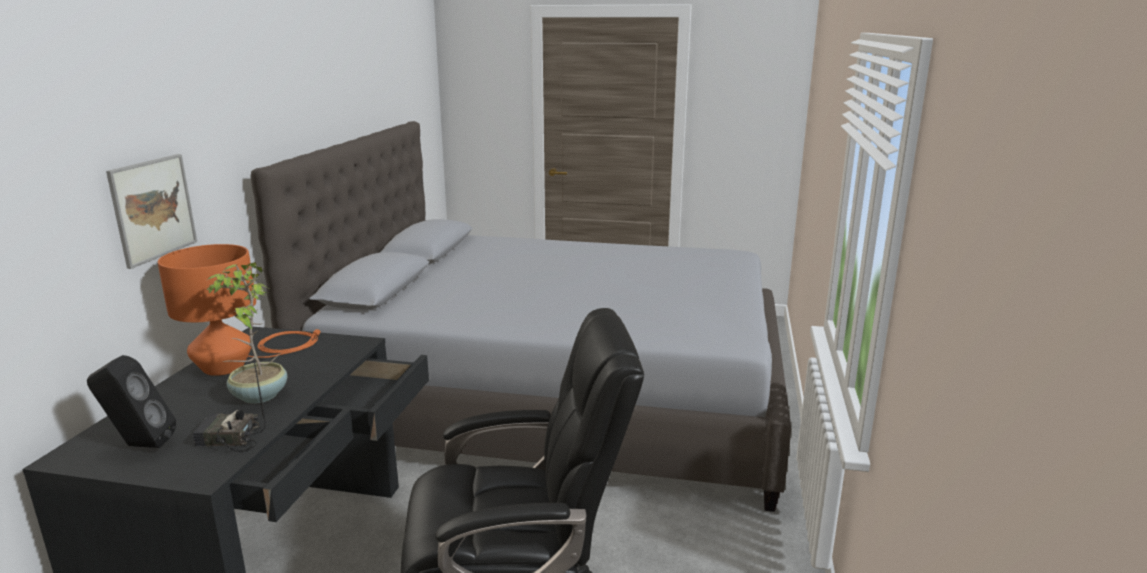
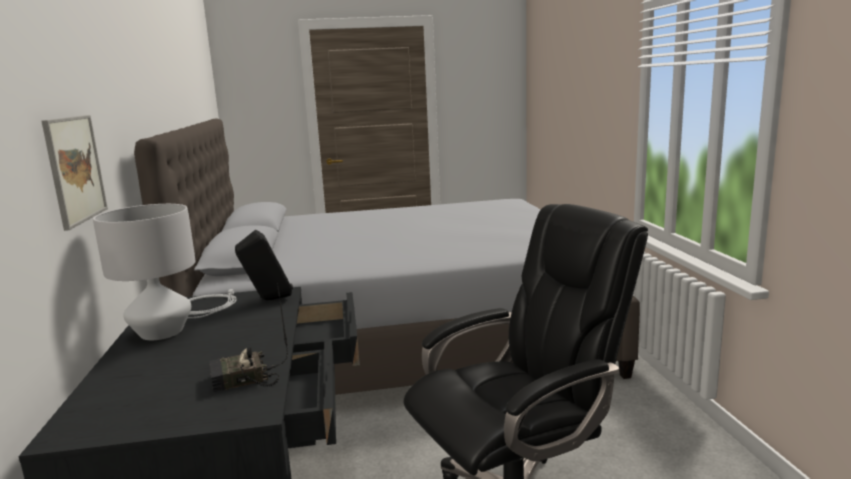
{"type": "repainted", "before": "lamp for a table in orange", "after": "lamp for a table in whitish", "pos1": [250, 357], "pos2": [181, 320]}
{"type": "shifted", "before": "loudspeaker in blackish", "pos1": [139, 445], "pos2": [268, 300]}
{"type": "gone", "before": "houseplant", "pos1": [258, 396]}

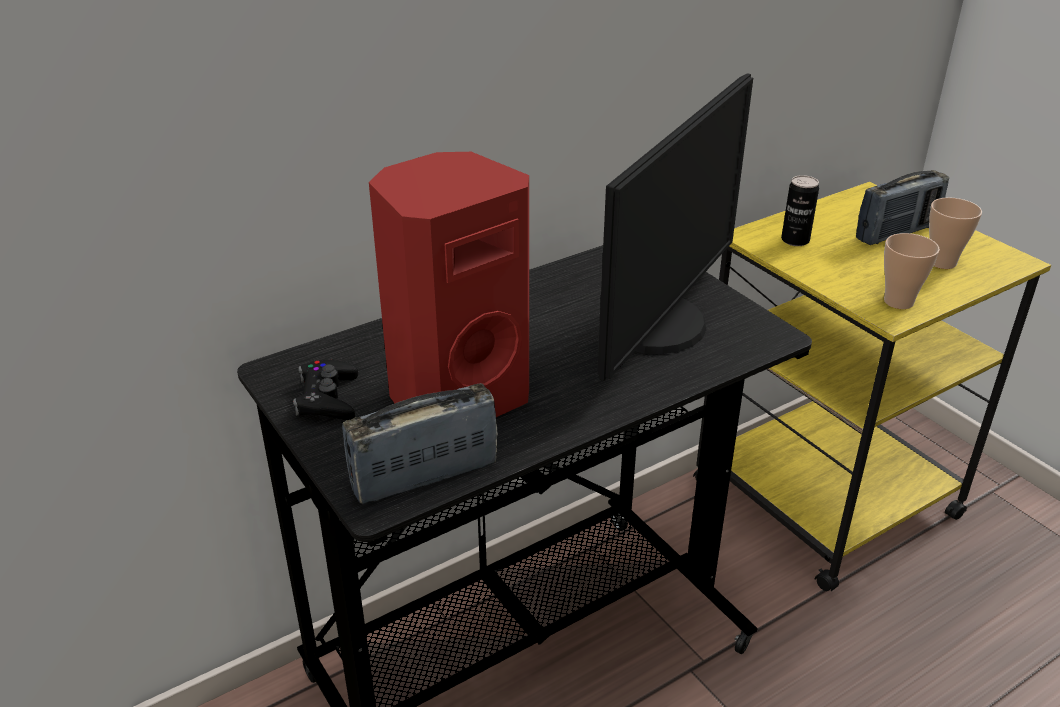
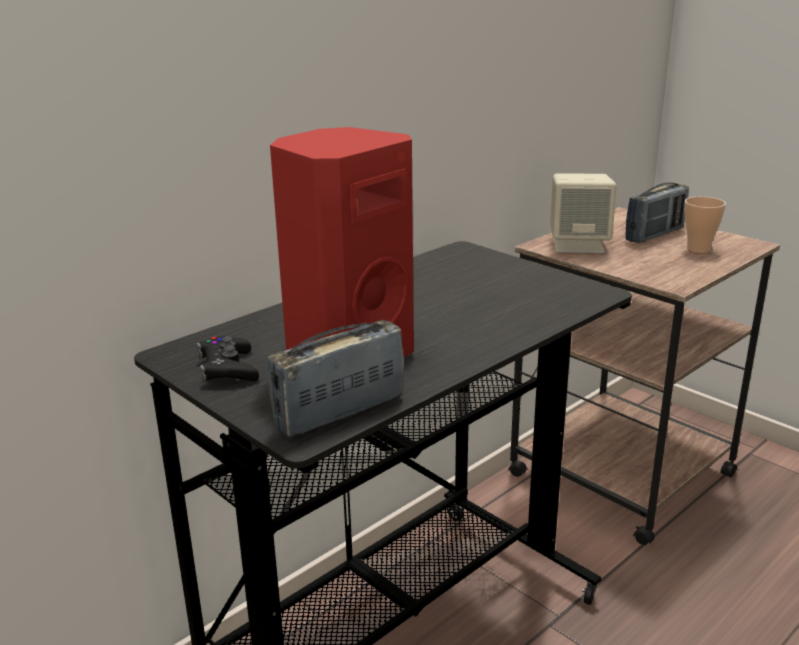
{"type": "repainted", "before": "trolley in yellow-coloured", "after": "trolley in brownish", "pos1": [827, 495], "pos2": [622, 472]}
{"type": "swapped", "before": "sealed can", "after": "loudspeaker in sand-coloured", "pos1": [795, 240], "pos2": [578, 245]}
{"type": "gone", "before": "computer display", "pos1": [657, 325]}
{"type": "gone", "before": "cup", "pos1": [898, 302]}

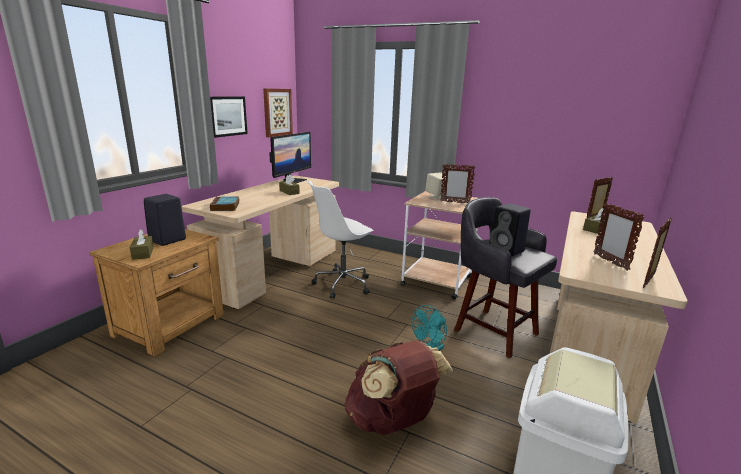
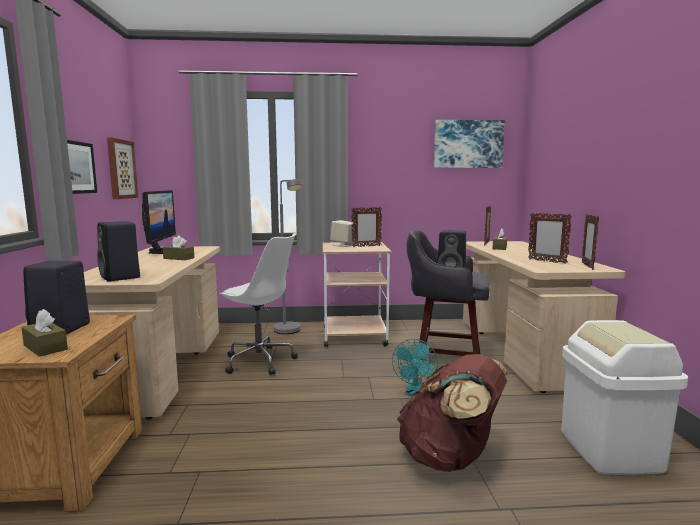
{"type": "swapped", "before": "book", "after": "loudspeaker in blackish", "pos1": [225, 206], "pos2": [121, 277]}
{"type": "rotated", "before": "desk chair in whitish", "pos1": [341, 285], "pos2": [261, 362], "turn": -90}
{"type": "new", "after": "standing lamp in gray", "pos2": [289, 332]}
{"type": "new", "after": "wall picture", "pos2": [468, 144]}

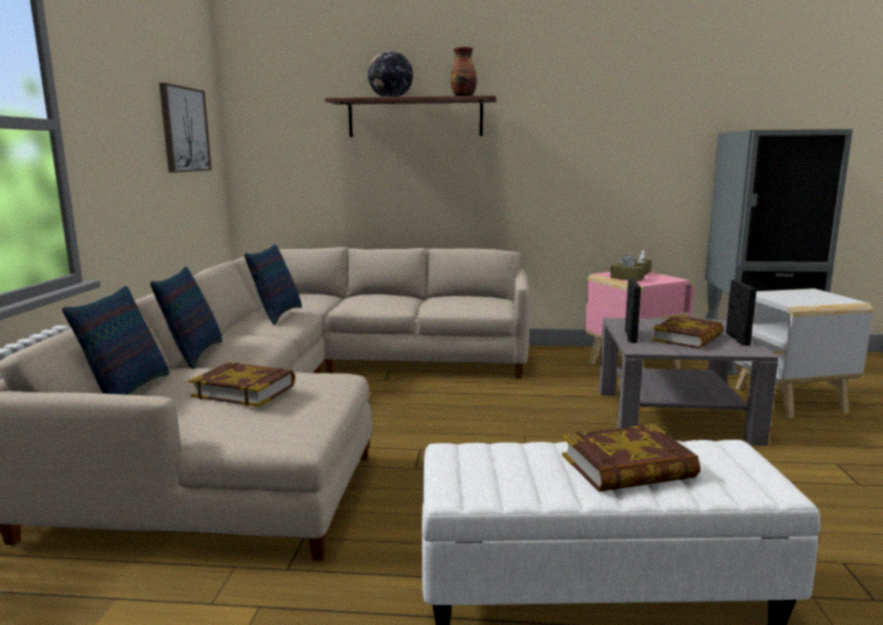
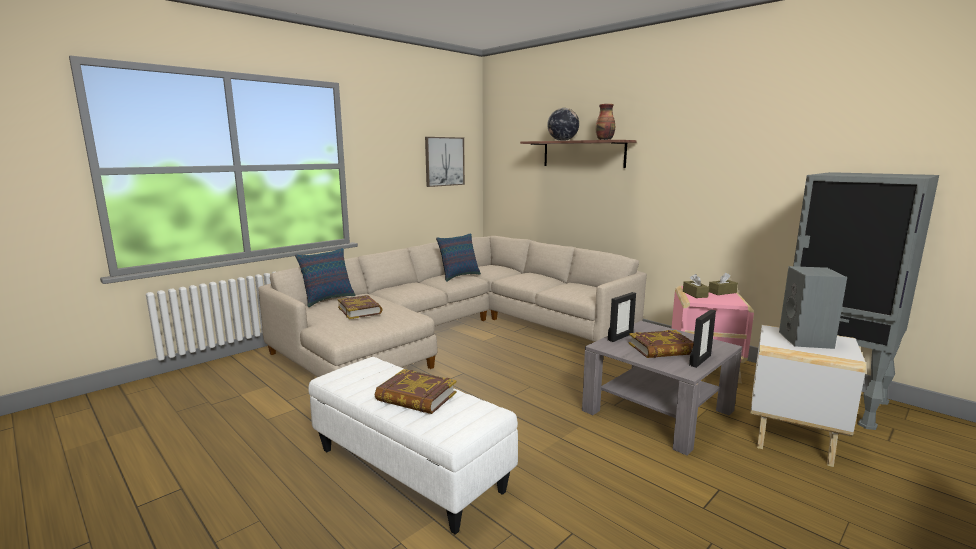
{"type": "new", "after": "loudspeaker in gray", "pos2": [807, 340]}
{"type": "gone", "before": "cushion in bluish", "pos1": [194, 355]}

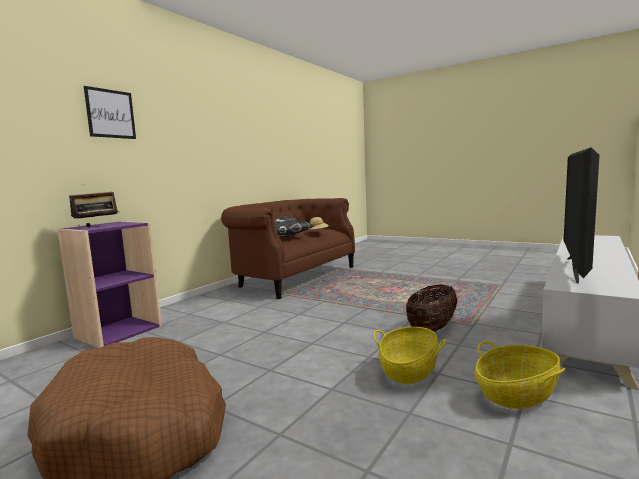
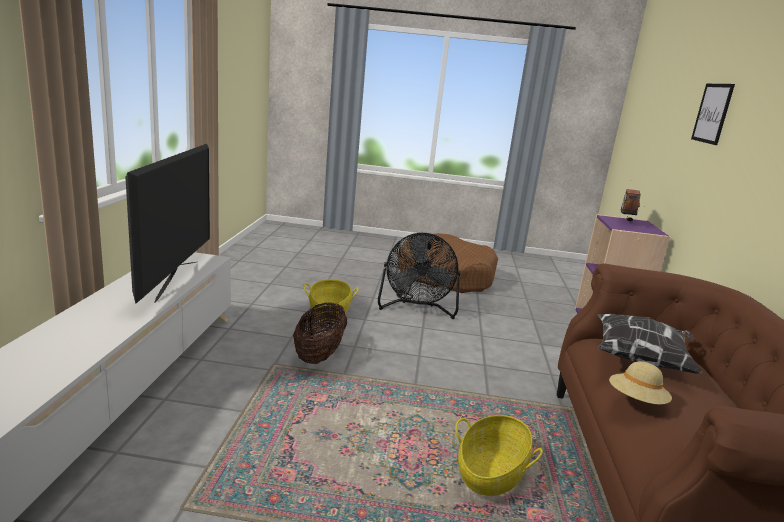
{"type": "new", "after": "fan in blackish", "pos2": [414, 307]}
{"type": "shifted", "before": "household basket", "pos1": [517, 394], "pos2": [491, 472]}

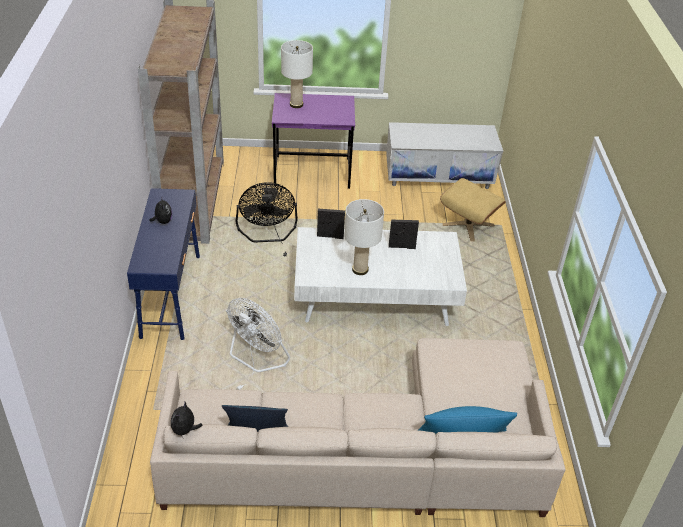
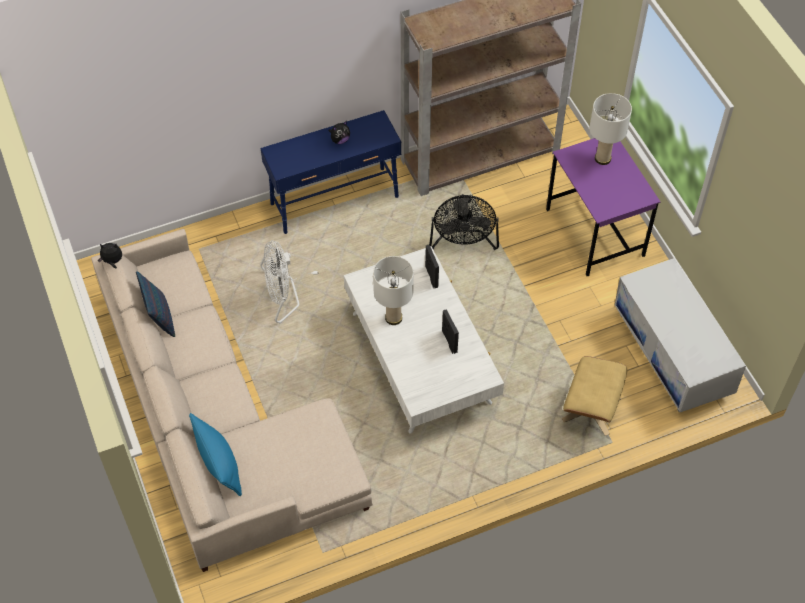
{"type": "rotated", "before": "fan in whitish", "pos1": [252, 360], "pos2": [285, 292], "turn": 150}
{"type": "rotated", "before": "fan in blackish", "pos1": [269, 236], "pos2": [461, 238], "turn": 120}

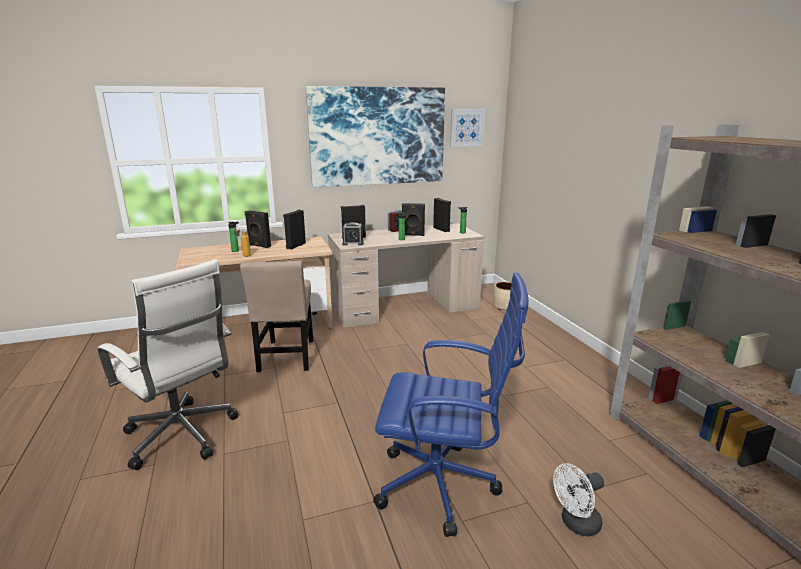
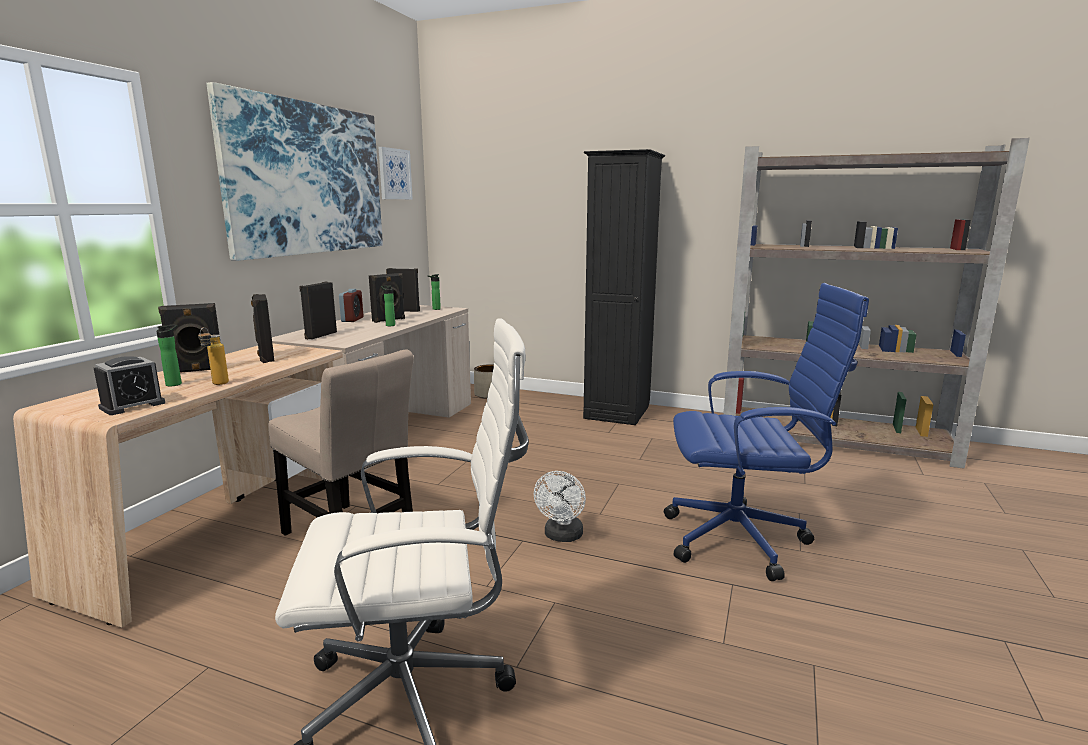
{"type": "shifted", "before": "bedside clock", "pos1": [353, 243], "pos2": [132, 405]}
{"type": "shifted", "before": "fan in whitish", "pos1": [576, 524], "pos2": [562, 536]}
{"type": "new", "after": "cabinet in blackish", "pos2": [617, 412]}
{"type": "rotated", "before": "desk chair in bluish", "pos1": [442, 485], "pos2": [742, 539], "turn": 45}

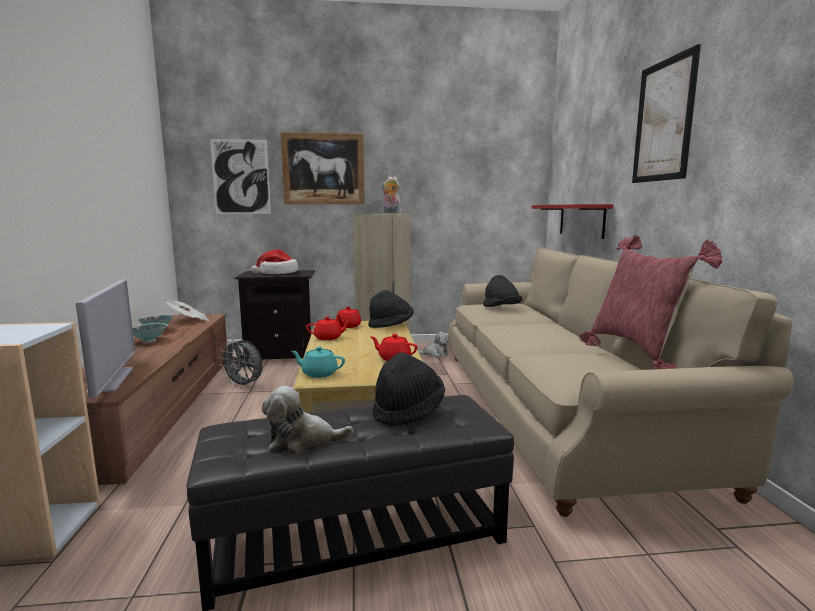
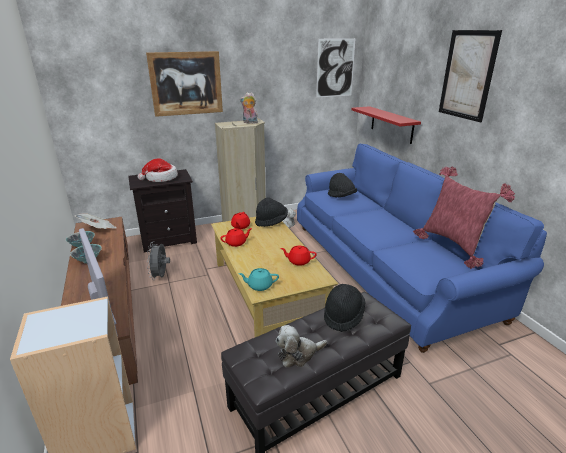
{"type": "rotated", "before": "fan in gray", "pos1": [244, 385], "pos2": [161, 276], "turn": 75}
{"type": "repainted", "before": "sofa in sand-coloured", "after": "sofa in bluish", "pos1": [555, 409], "pos2": [386, 268]}
{"type": "shifted", "before": "wall picture", "pos1": [241, 177], "pos2": [335, 68]}

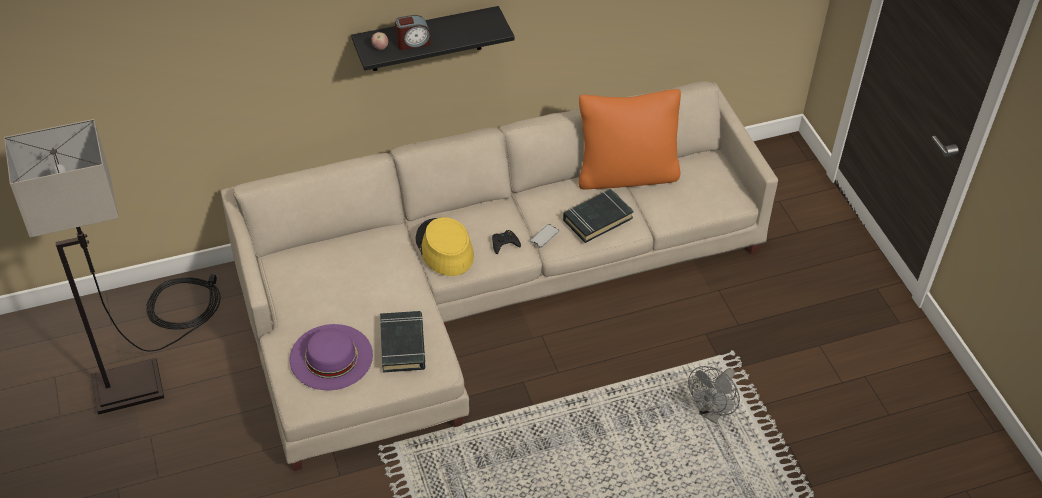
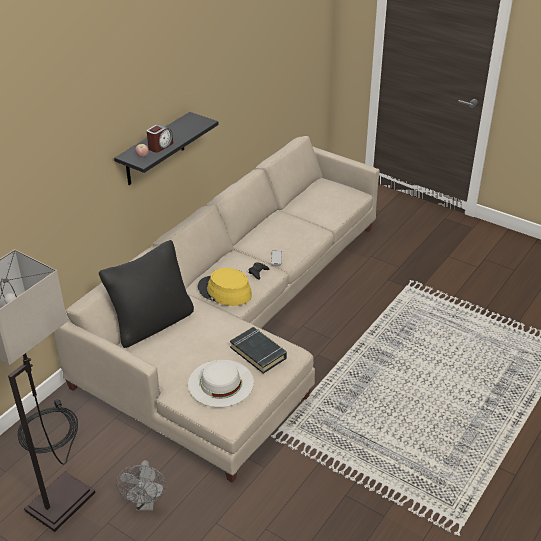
{"type": "new", "after": "cushion in blackish", "pos2": [152, 323]}
{"type": "shifted", "before": "fan in gray", "pos1": [712, 413], "pos2": [146, 503]}
{"type": "repainted", "before": "hat in purple-coloured", "after": "hat in whitish", "pos1": [331, 357], "pos2": [220, 383]}
{"type": "gone", "before": "book in blackish", "pos1": [597, 219]}
{"type": "gone", "before": "cushion in orange", "pos1": [626, 174]}

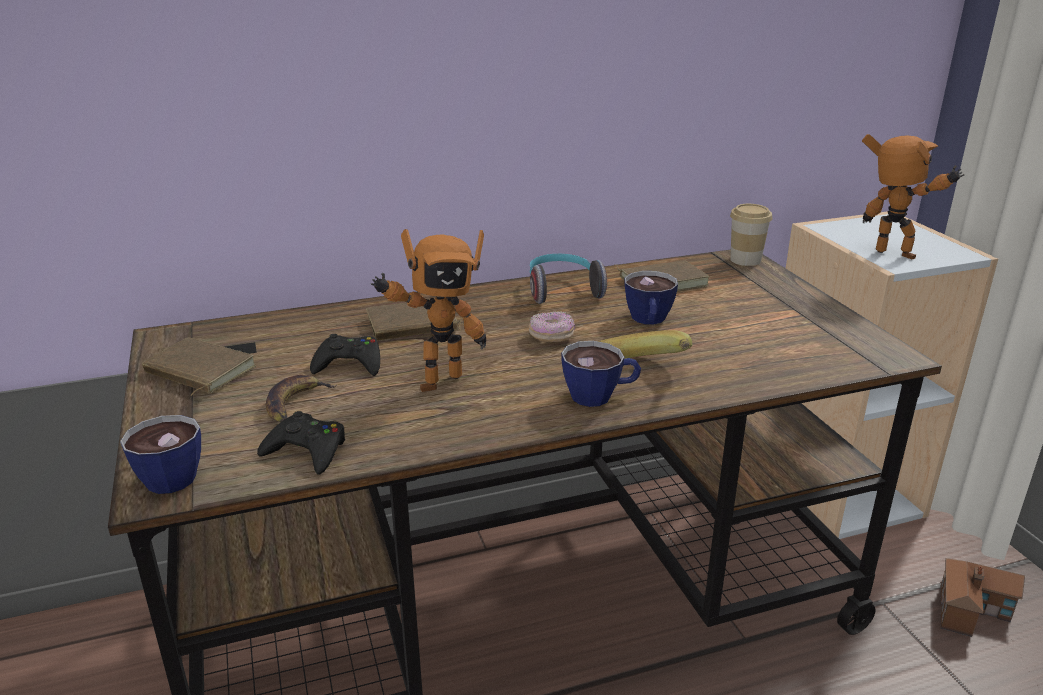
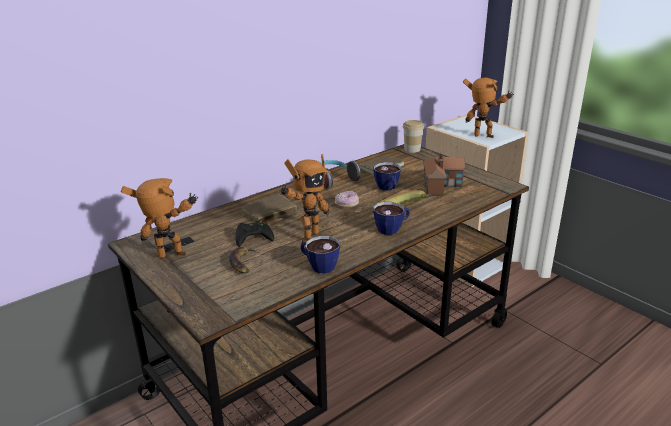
{"type": "swapped", "before": "book in brownish", "after": "robot figure", "pos1": [197, 372], "pos2": [172, 258]}
{"type": "shifted", "before": "cup", "pos1": [168, 474], "pos2": [318, 265]}
{"type": "shifted", "before": "miniature house", "pos1": [973, 607], "pos2": [442, 184]}
{"type": "gone", "before": "game controller in blackish", "pos1": [307, 450]}

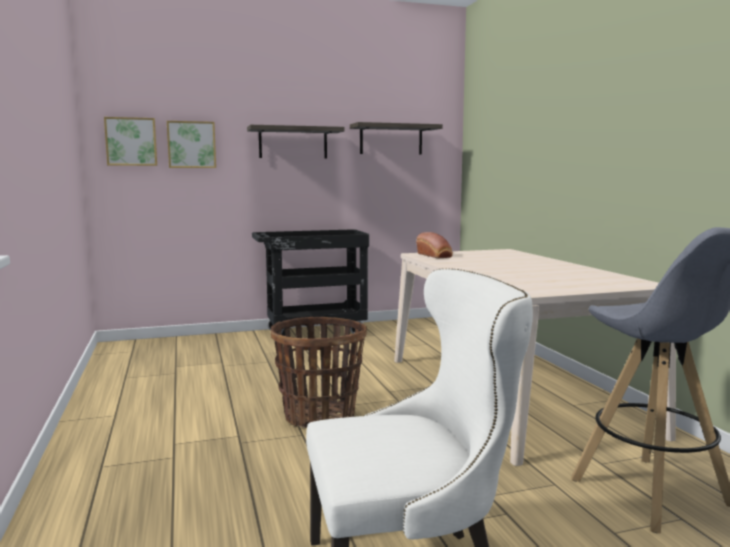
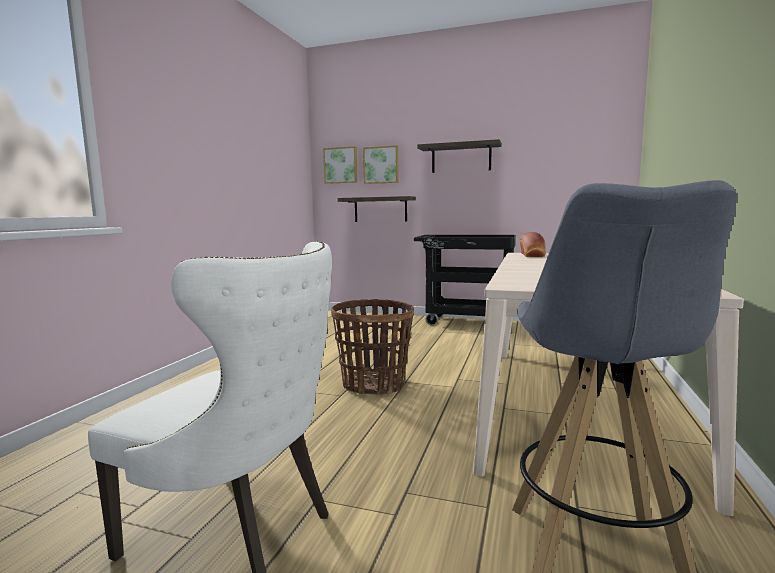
{"type": "shifted", "before": "wall shelf", "pos1": [391, 139], "pos2": [380, 209]}

